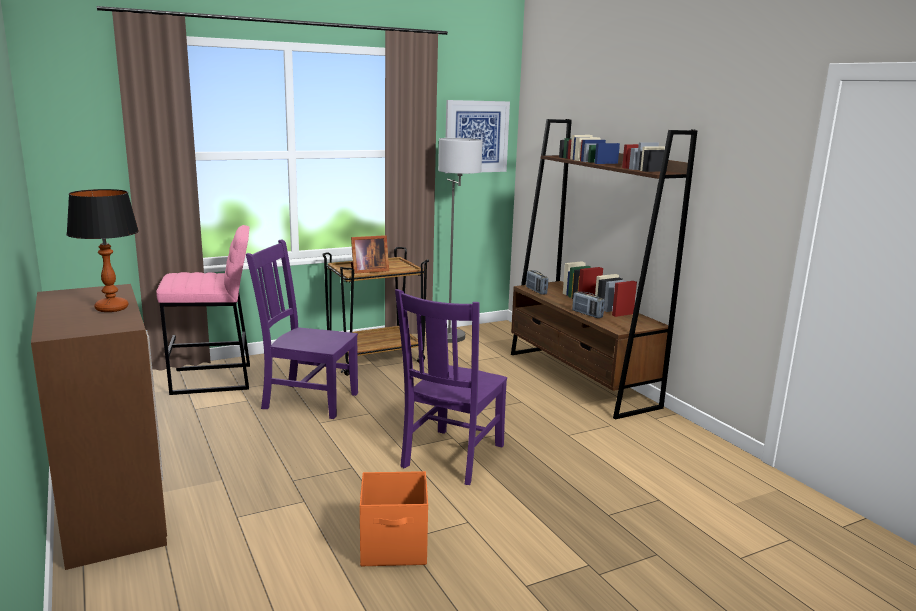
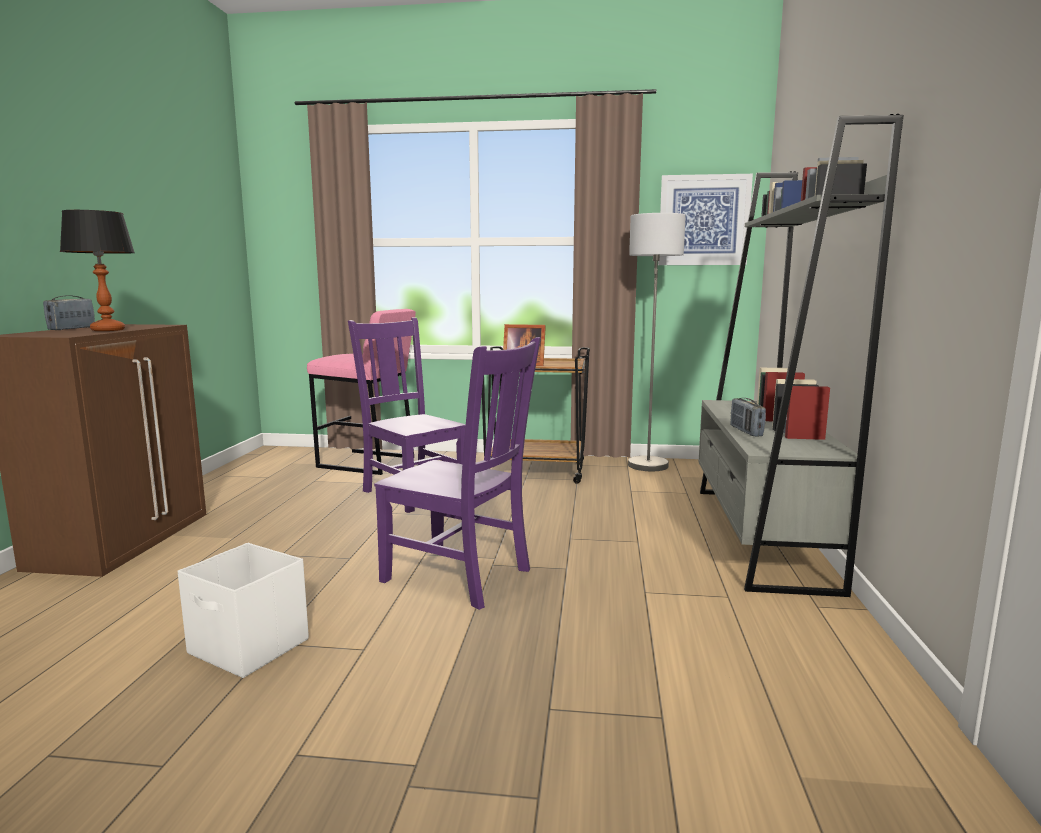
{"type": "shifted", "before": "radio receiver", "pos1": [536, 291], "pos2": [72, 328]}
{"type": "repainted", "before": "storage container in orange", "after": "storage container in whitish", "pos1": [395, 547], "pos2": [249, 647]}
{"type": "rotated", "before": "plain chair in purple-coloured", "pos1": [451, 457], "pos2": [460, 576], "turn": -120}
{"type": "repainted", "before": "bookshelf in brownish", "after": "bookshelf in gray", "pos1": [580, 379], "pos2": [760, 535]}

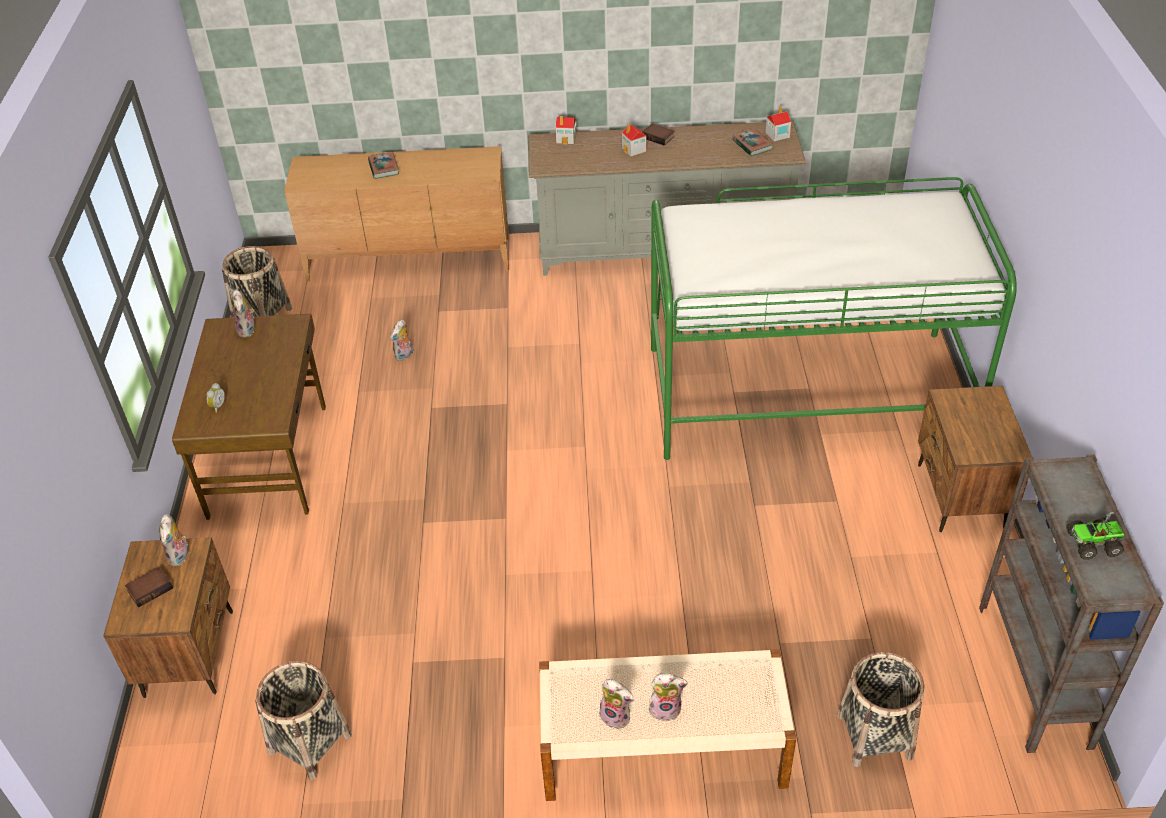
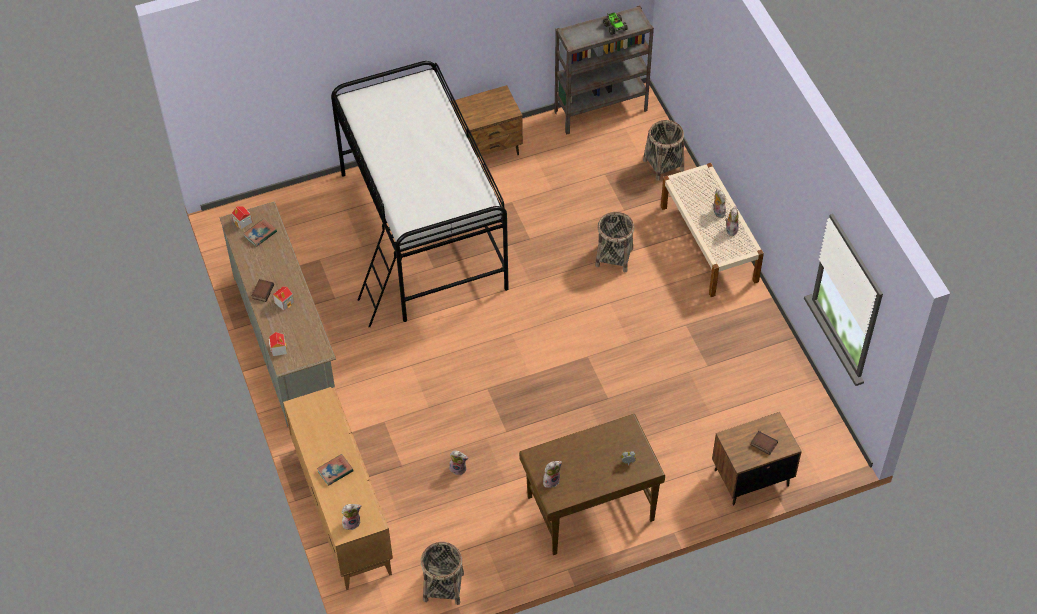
{"type": "repainted", "before": "bedroom bed in greenish", "after": "bedroom bed in blackish", "pos1": [801, 391], "pos2": [421, 233]}
{"type": "shifted", "before": "soft toy", "pos1": [180, 556], "pos2": [351, 522]}
{"type": "shifted", "before": "household basket", "pos1": [310, 743], "pos2": [614, 257]}

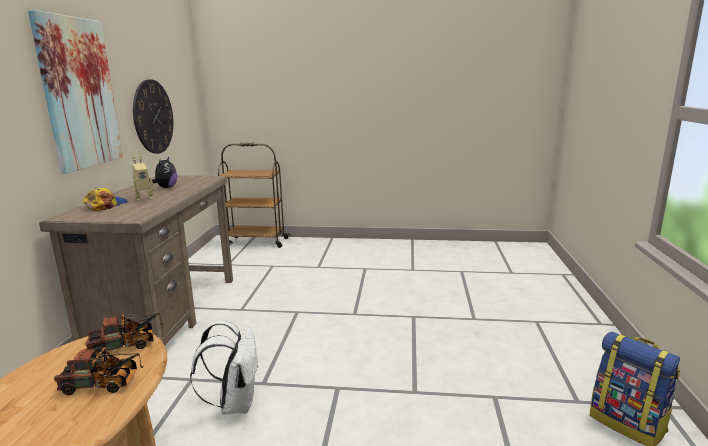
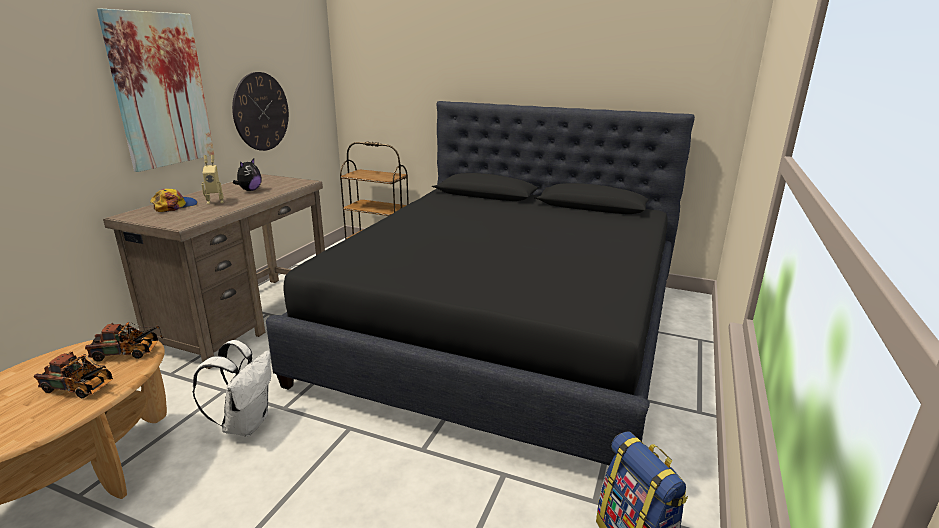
{"type": "new", "after": "bedroom bed in blackish", "pos2": [504, 329]}

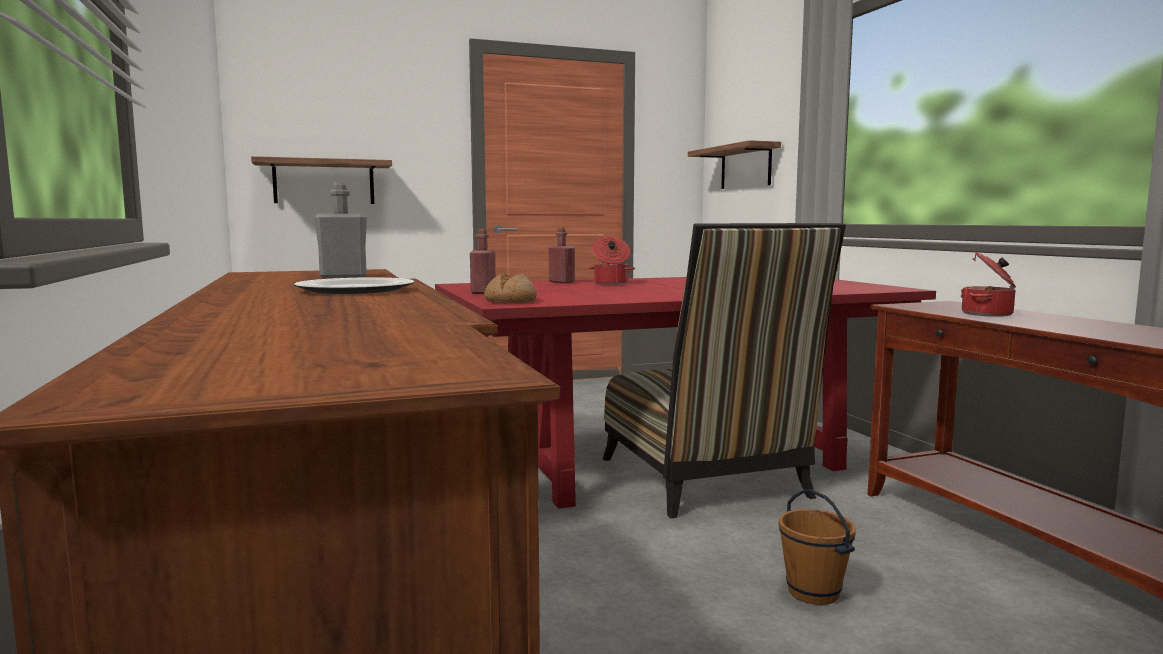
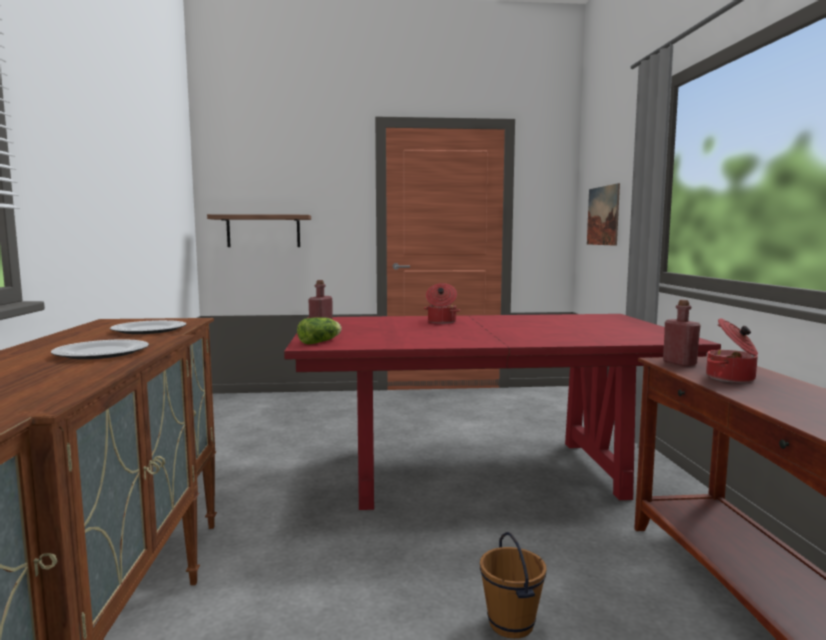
{"type": "swapped", "before": "drink bottle in gray", "after": "dinner plate", "pos1": [343, 276], "pos2": [149, 330]}
{"type": "swapped", "before": "bread", "after": "lettuce", "pos1": [510, 301], "pos2": [321, 342]}
{"type": "swapped", "before": "wall shelf", "after": "wall picture", "pos1": [745, 167], "pos2": [603, 215]}
{"type": "shifted", "before": "drink bottle in reddish", "pos1": [561, 282], "pos2": [679, 363]}
{"type": "gone", "before": "plain chair", "pos1": [708, 482]}

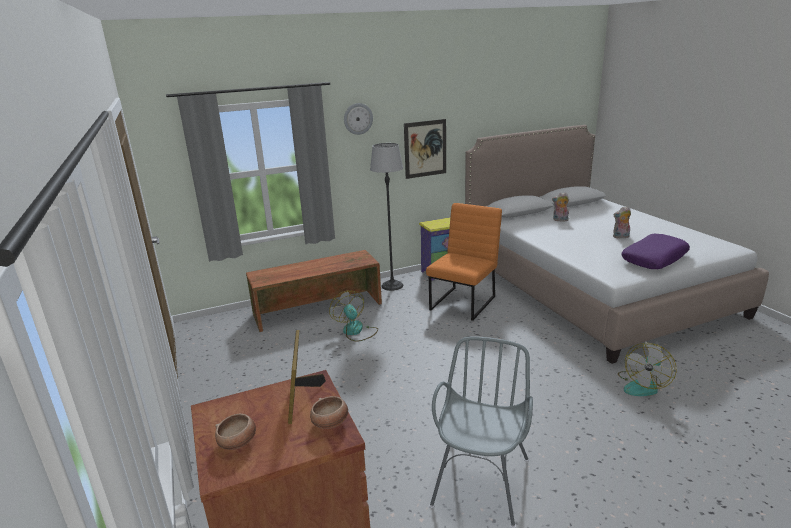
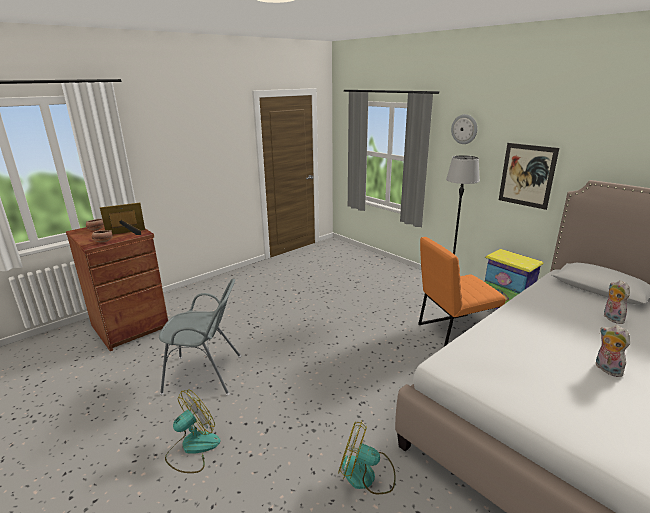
{"type": "shifted", "before": "fan", "pos1": [356, 331], "pos2": [192, 448]}
{"type": "rotated", "before": "plain chair in orange", "pos1": [464, 302], "pos2": [453, 331], "turn": 150}
{"type": "gone", "before": "indoor bench in brownish", "pos1": [318, 308]}
{"type": "gone", "before": "cushion in purple-coloured", "pos1": [654, 259]}

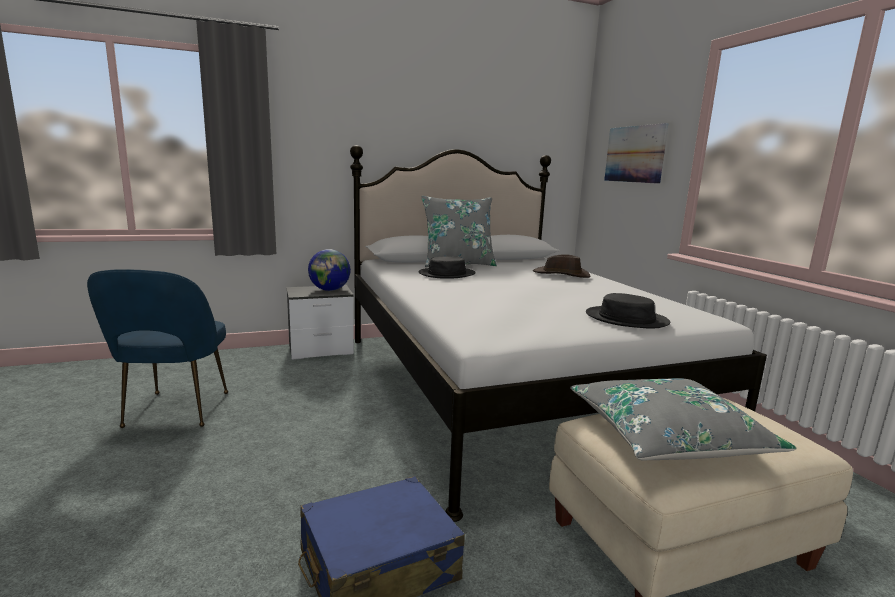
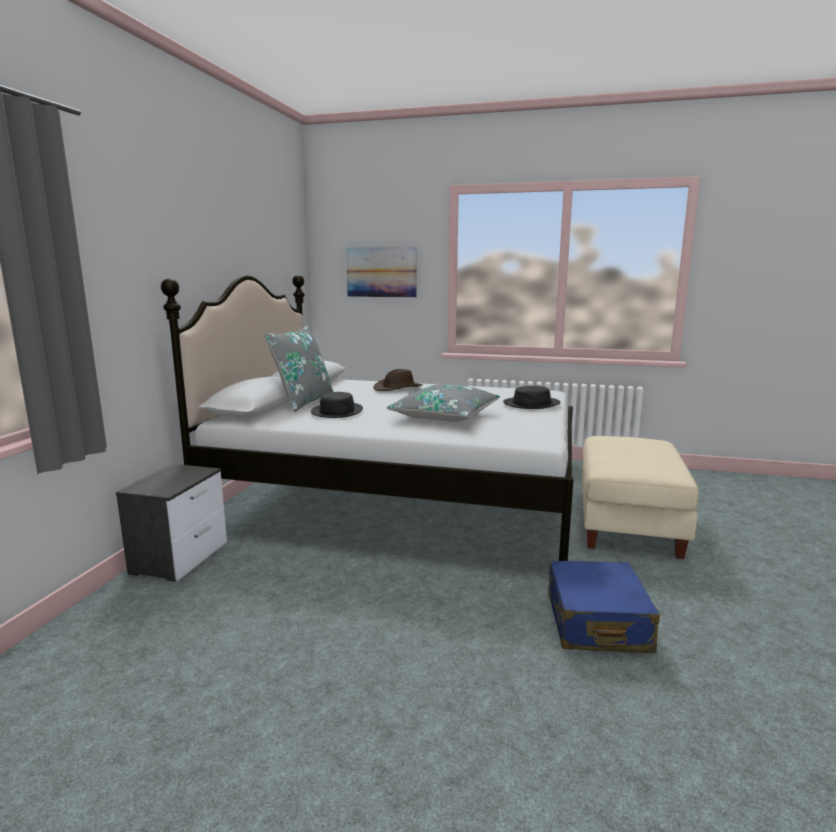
{"type": "shifted", "before": "cushion in gray", "pos1": [666, 436], "pos2": [445, 415]}
{"type": "gone", "before": "plain chair in bluish", "pos1": [173, 413]}
{"type": "gone", "before": "globe", "pos1": [330, 290]}

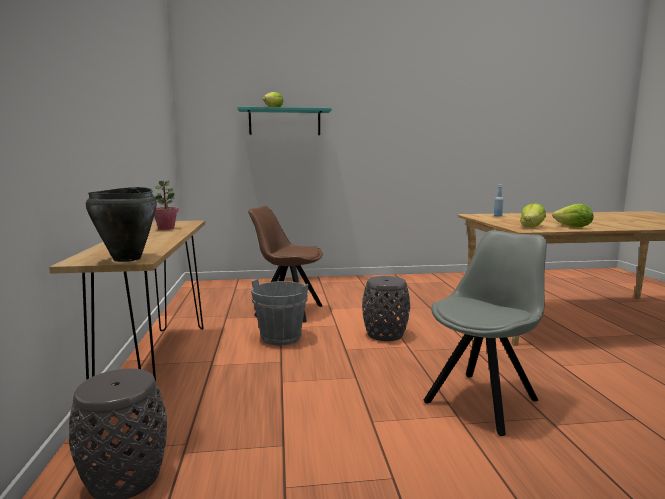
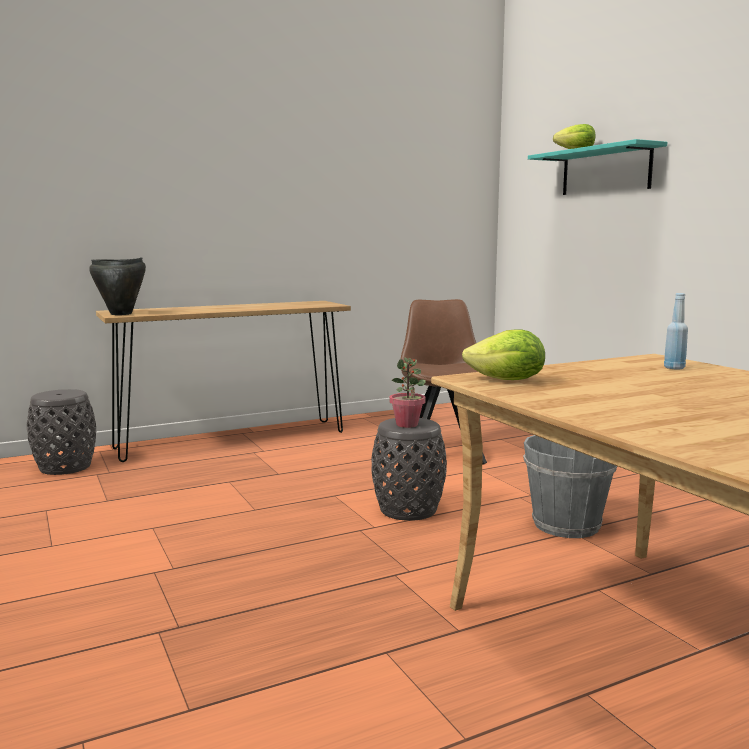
{"type": "shifted", "before": "houseplant", "pos1": [166, 228], "pos2": [407, 424]}
{"type": "shifted", "before": "bucket in gray", "pos1": [281, 337], "pos2": [567, 525]}
{"type": "gone", "before": "plain chair in gray", "pos1": [482, 401]}
{"type": "gone", "before": "lettuce", "pos1": [573, 227]}

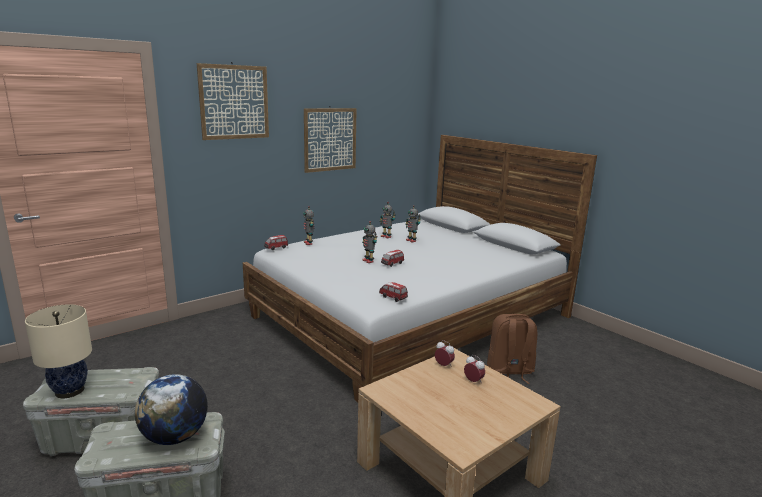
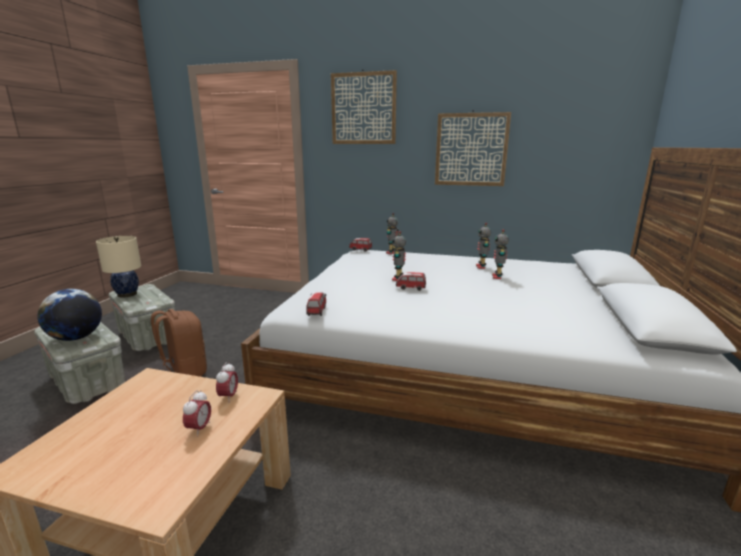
{"type": "shifted", "before": "rucksack in brownish", "pos1": [509, 371], "pos2": [183, 373]}

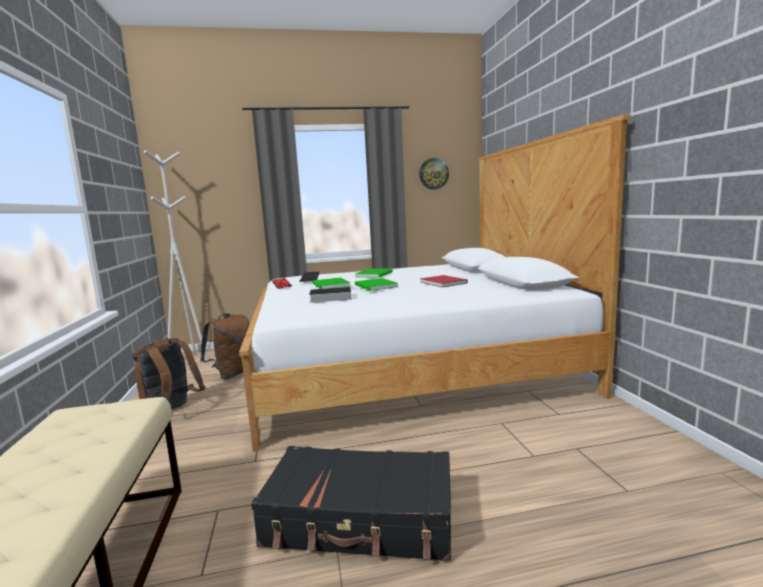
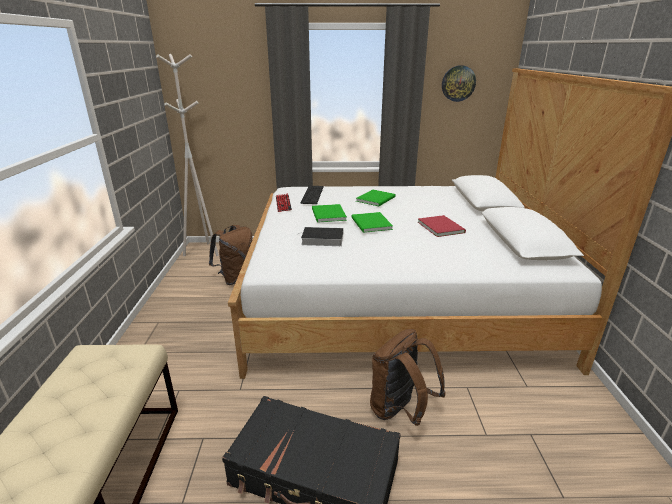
{"type": "shifted", "before": "rucksack in brownish", "pos1": [171, 411], "pos2": [400, 410]}

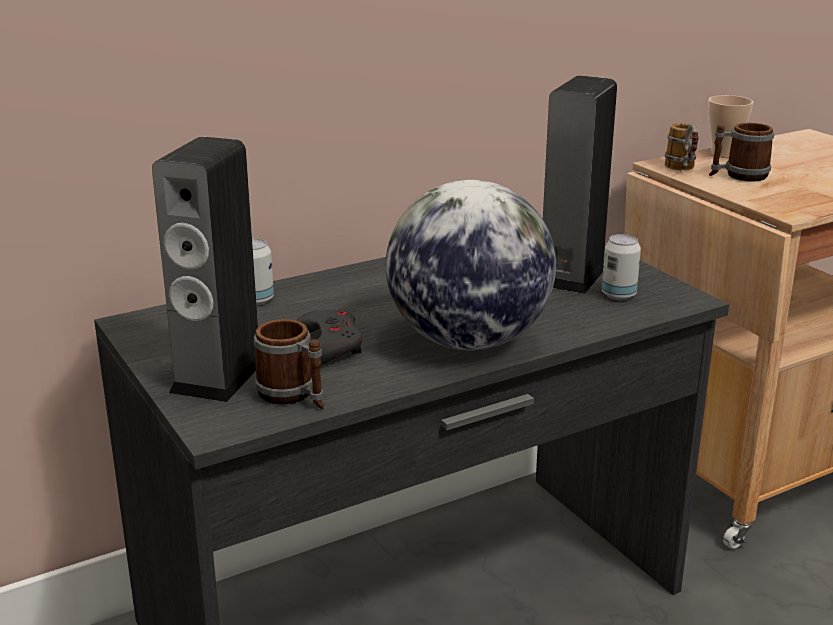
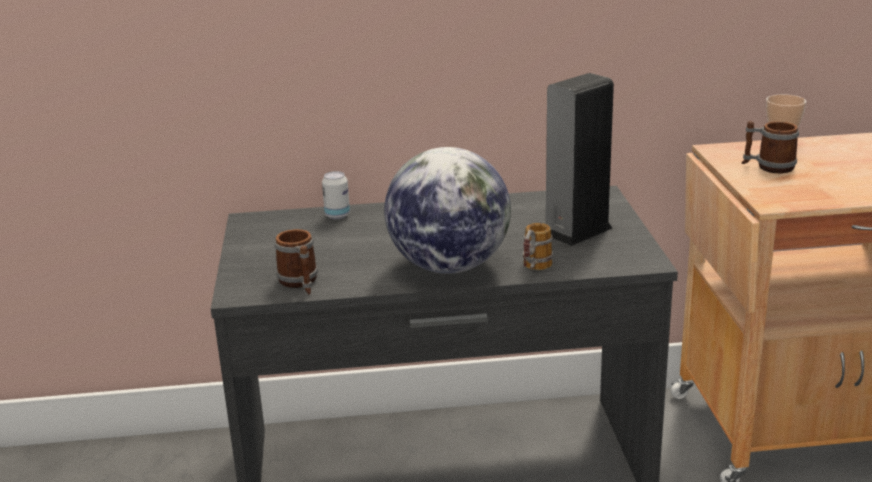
{"type": "shifted", "before": "coffee mug", "pos1": [683, 170], "pos2": [534, 270]}
{"type": "gone", "before": "loudspeaker", "pos1": [218, 375]}
{"type": "gone", "before": "game controller in gray", "pos1": [329, 345]}
{"type": "gone", "before": "sealed can", "pos1": [618, 295]}

